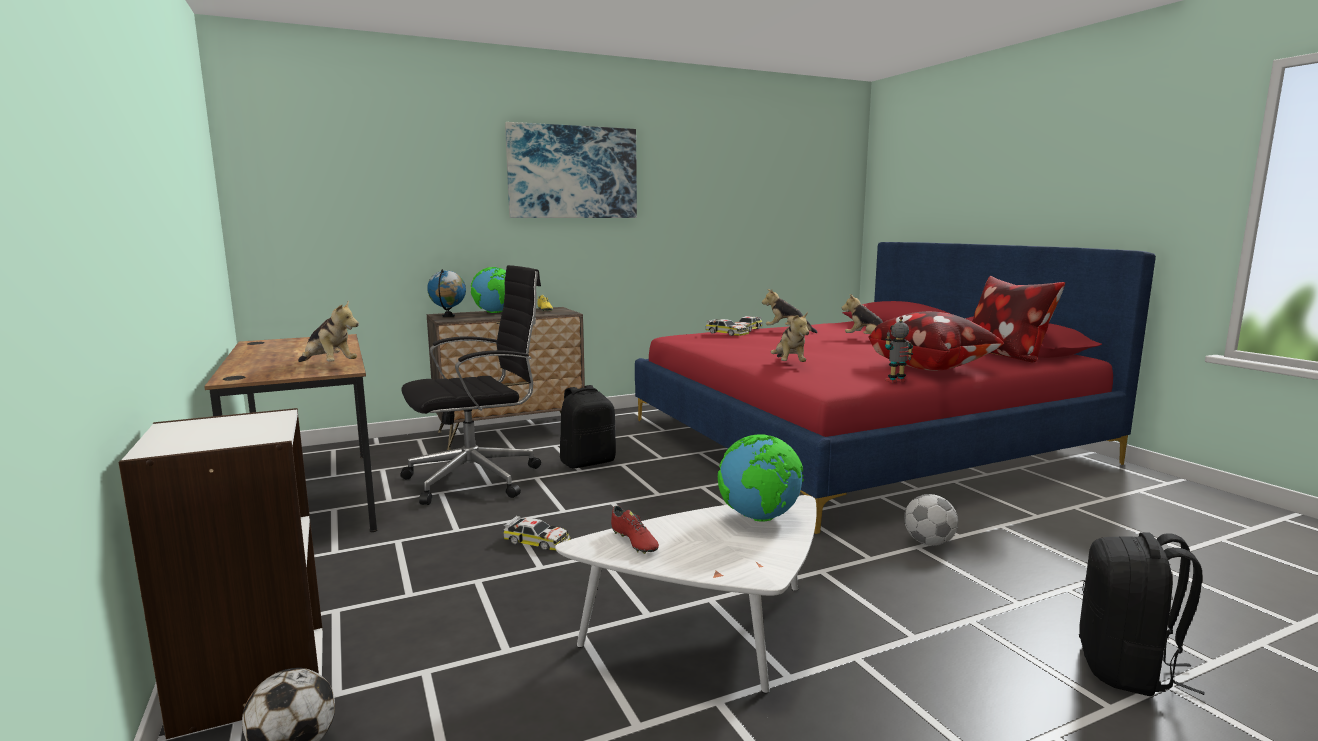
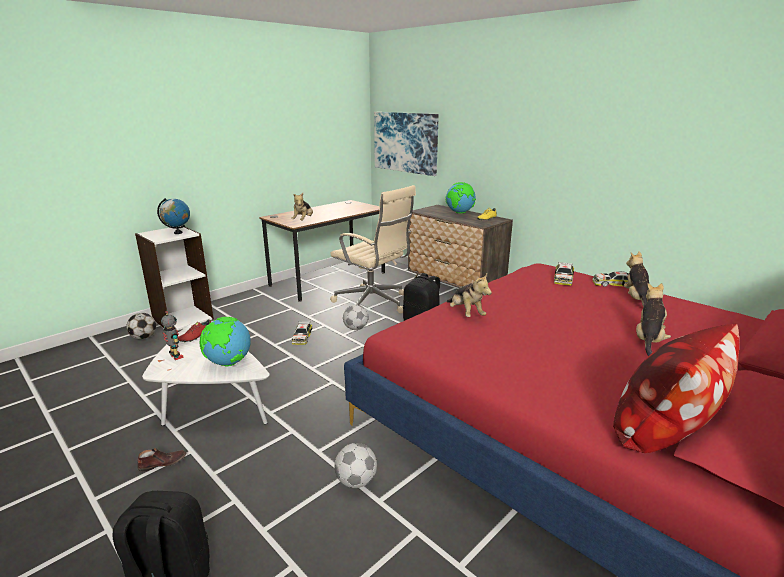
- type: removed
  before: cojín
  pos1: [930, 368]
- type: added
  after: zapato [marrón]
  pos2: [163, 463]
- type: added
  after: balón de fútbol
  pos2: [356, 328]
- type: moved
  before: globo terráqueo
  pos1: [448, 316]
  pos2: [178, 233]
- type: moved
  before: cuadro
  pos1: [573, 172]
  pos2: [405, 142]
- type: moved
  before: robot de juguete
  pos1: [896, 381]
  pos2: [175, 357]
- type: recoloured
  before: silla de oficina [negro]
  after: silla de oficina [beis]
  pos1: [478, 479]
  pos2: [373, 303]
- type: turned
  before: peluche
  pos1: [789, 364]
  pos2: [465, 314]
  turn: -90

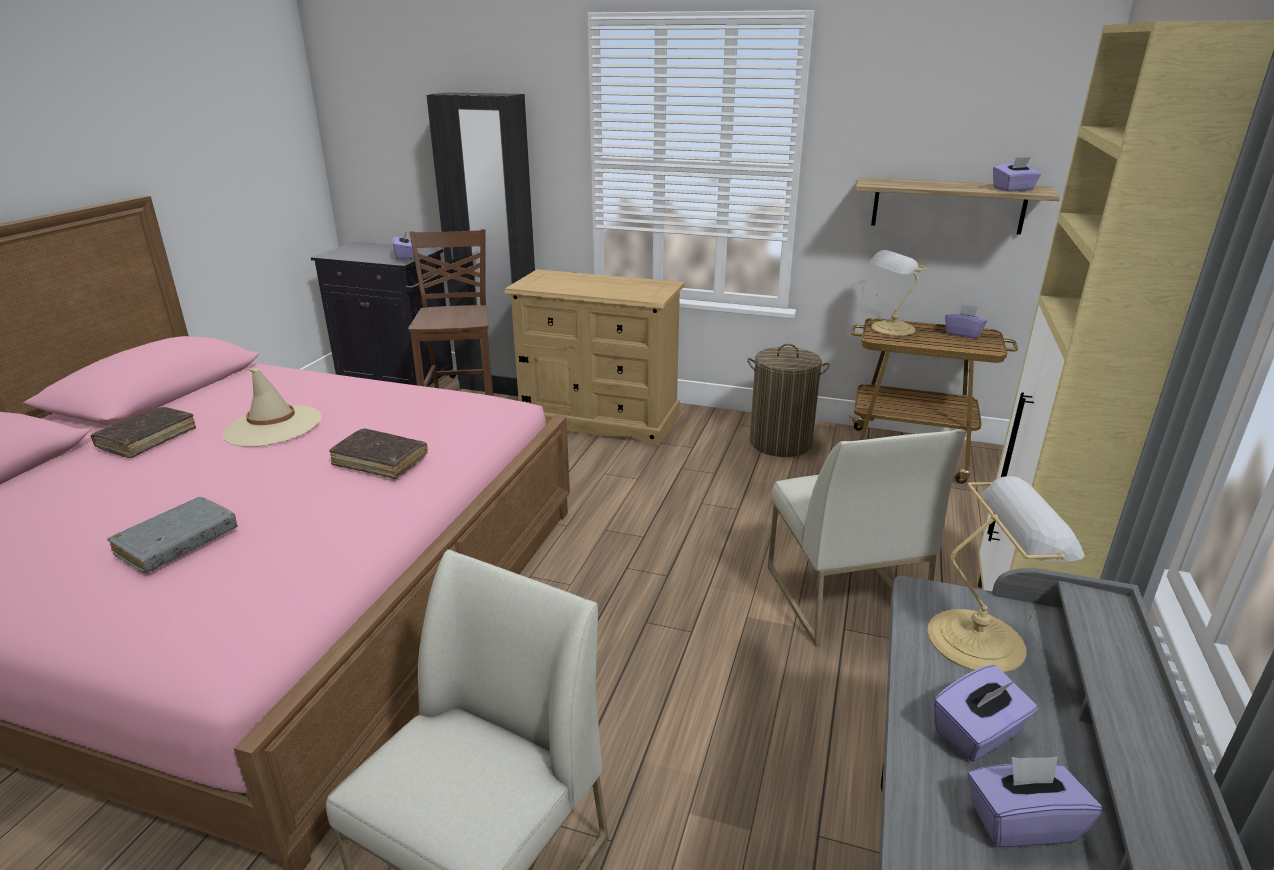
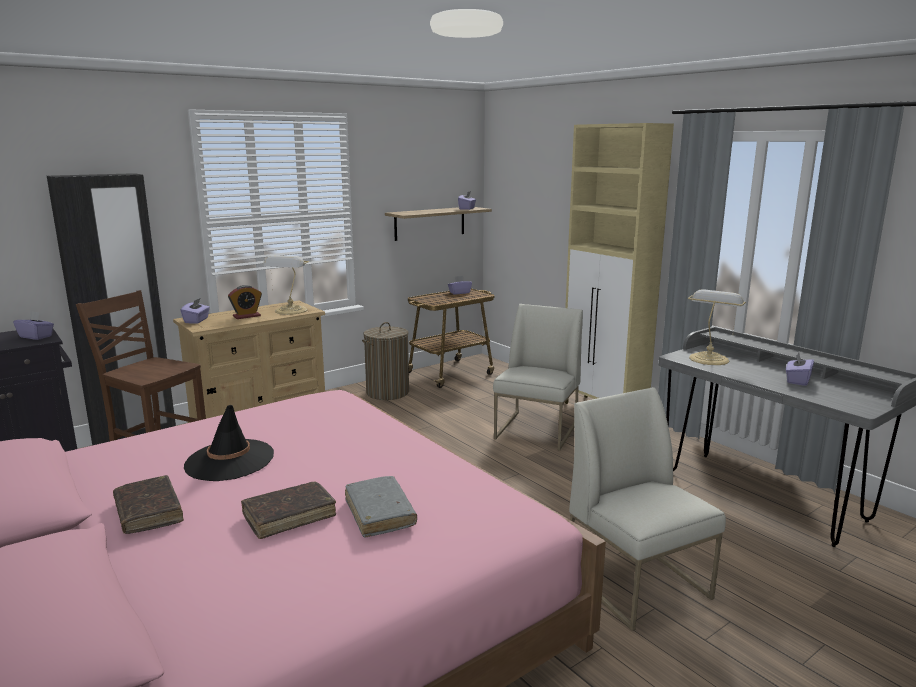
- type: added
  after: despertador
  pos2: [246, 316]
- type: moved
  before: libro [marrón]
  pos1: [380, 461]
  pos2: [289, 516]
- type: moved
  before: lámpara de mesa
  pos1: [891, 329]
  pos2: [290, 311]
- type: moved
  before: caja de pañuelos [morado]
  pos1: [978, 734]
  pos2: [197, 320]
- type: recoloured
  before: sombrero [beis]
  after: sombrero [negro]
  pos1: [273, 427]
  pos2: [229, 460]
- type: turned
  before: silla [blanco]
  pos1: [841, 596]
  pos2: [537, 431]
  turn: -90

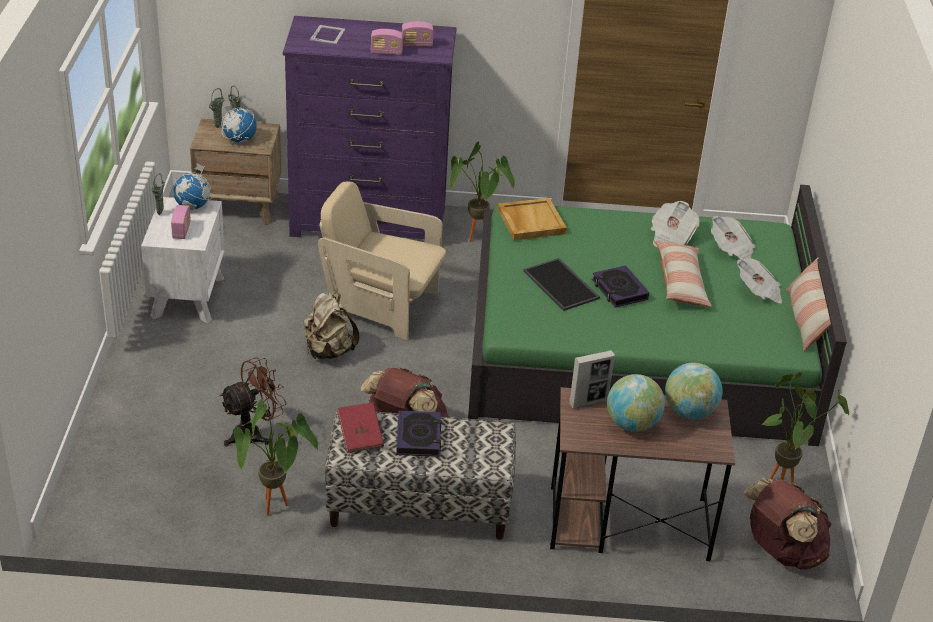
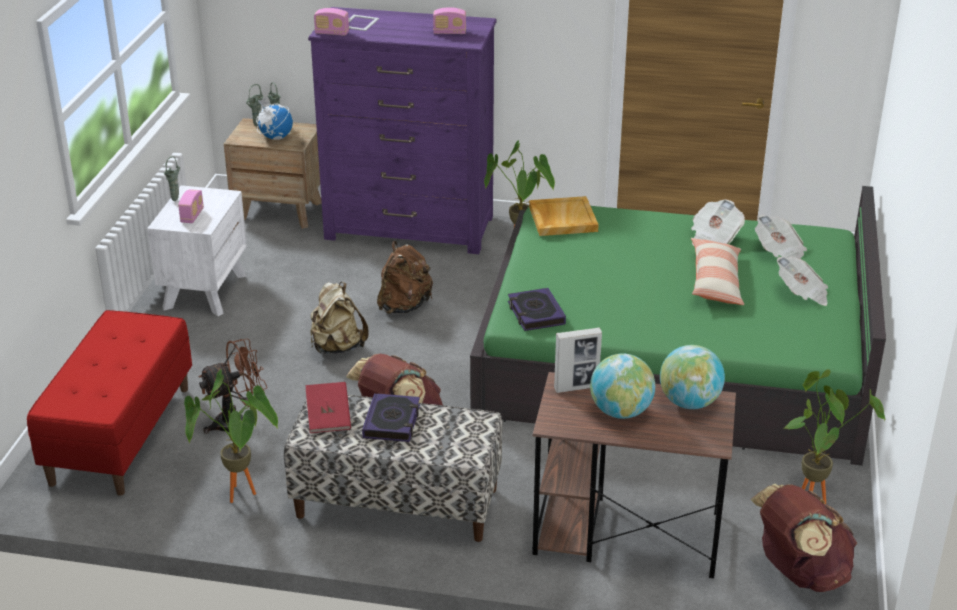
- type: removed
  before: globo terráqueo
  pos1: [193, 206]
- type: removed
  before: bandeja
  pos1: [562, 285]
- type: removed
  before: cojín
  pos1: [805, 320]
- type: added
  after: banco [rojo]
  pos2: [120, 434]
- type: moved
  before: radio
  pos1: [386, 52]
  pos2: [332, 33]
- type: moved
  before: libro
  pos1: [619, 290]
  pos2: [535, 314]
- type: replaced
  before: sillón [beis]
  after: mochila [marrón]
  pos1: [382, 305]
  pos2: [404, 306]

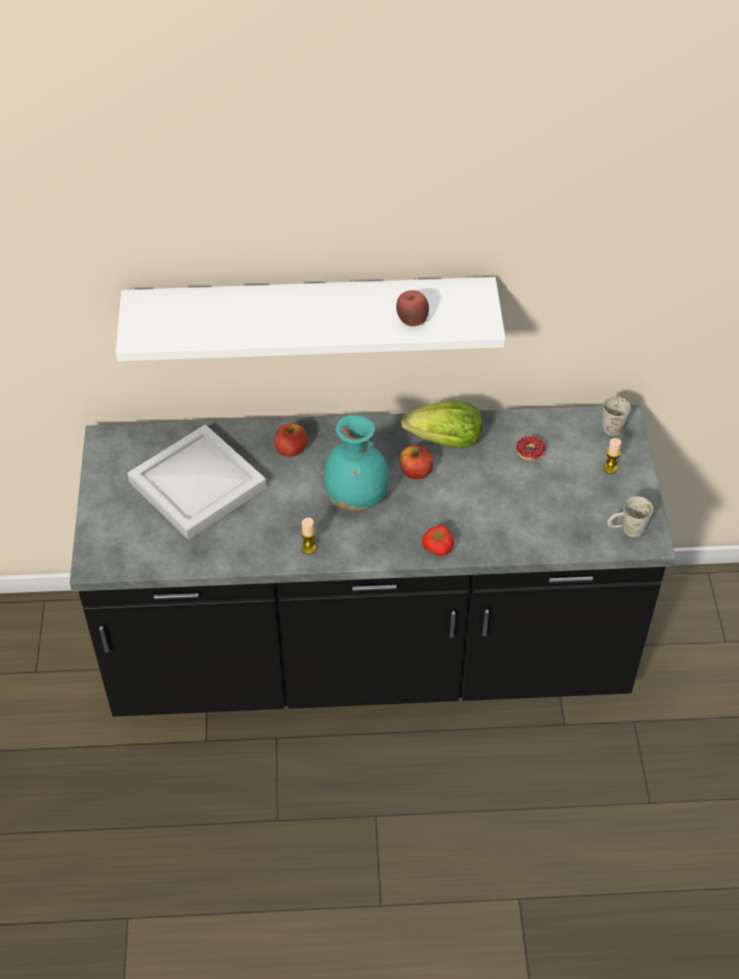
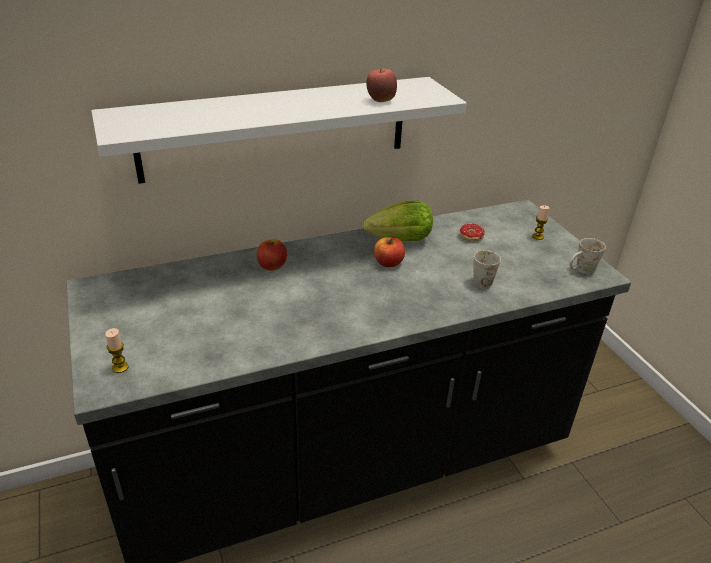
- type: removed
  before: bandeja [blanco]
  pos1: [195, 484]
- type: removed
  before: florero [turquesa]
  pos1: [357, 498]
- type: removed
  before: tomate
  pos1: [437, 547]
- type: moved
  before: vela
  pos1: [309, 548]
  pos2: [120, 367]
- type: moved
  before: taza grande [blanco]
  pos1: [613, 423]
  pos2: [481, 279]

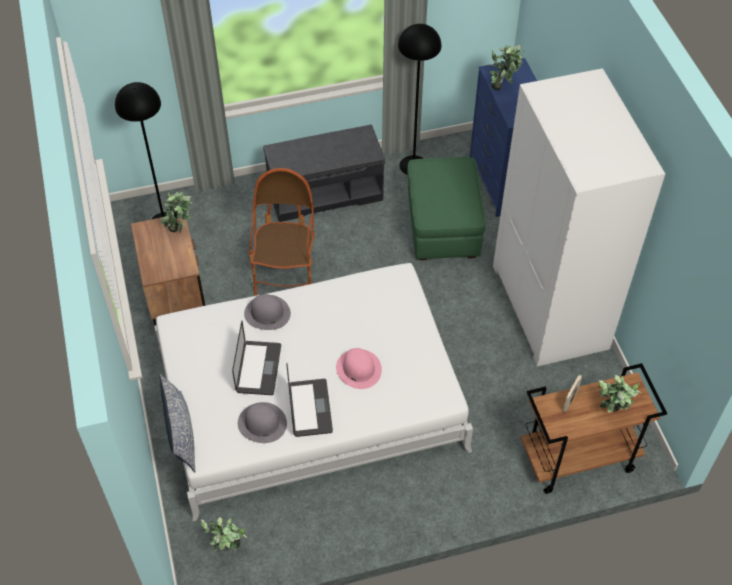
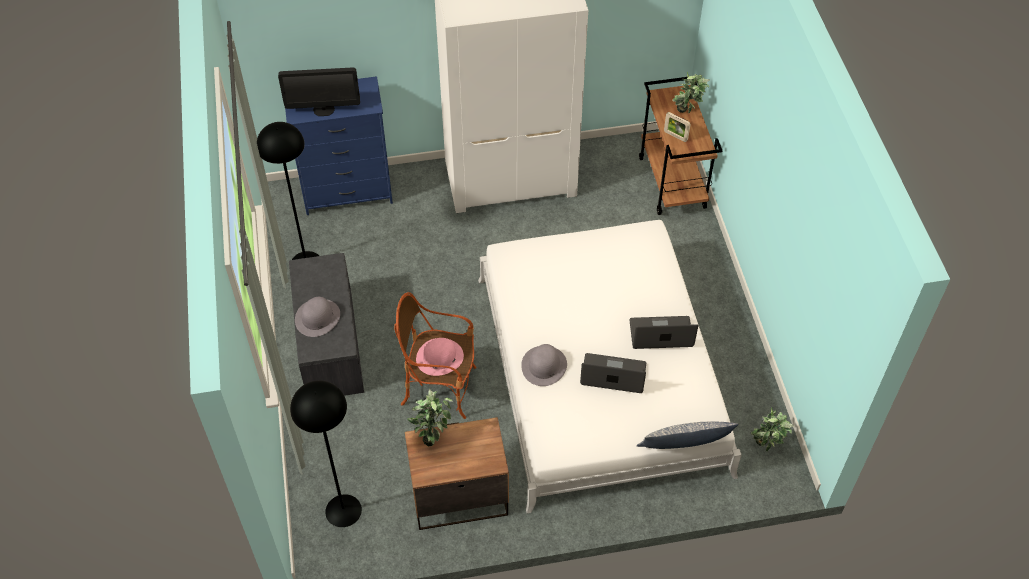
- type: removed
  before: puf [verde]
  pos1: [443, 227]
- type: moved
  before: sombrero [gris]
  pos1: [262, 423]
  pos2: [317, 318]
- type: moved
  before: sombrero [rosa]
  pos1: [358, 368]
  pos2: [439, 357]
- type: replaced
  before: planta en maceta
  after: monitor
  pos1: [503, 87]
  pos2: [323, 109]

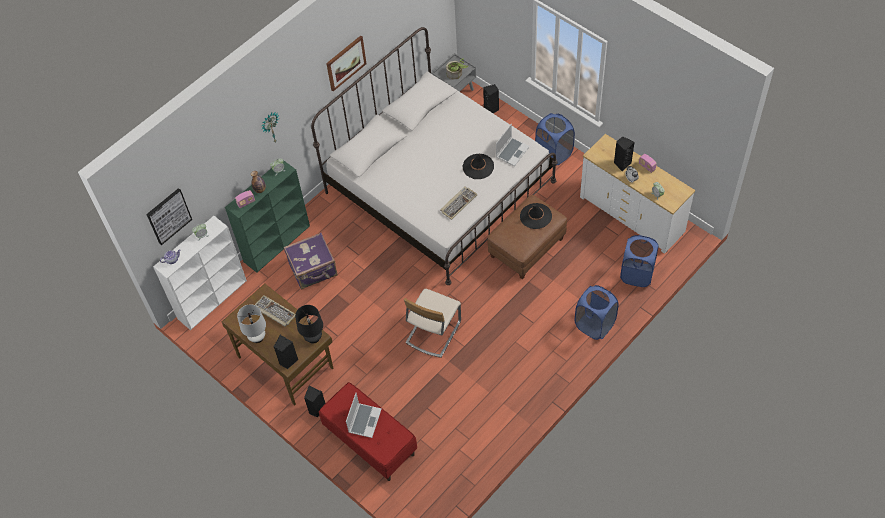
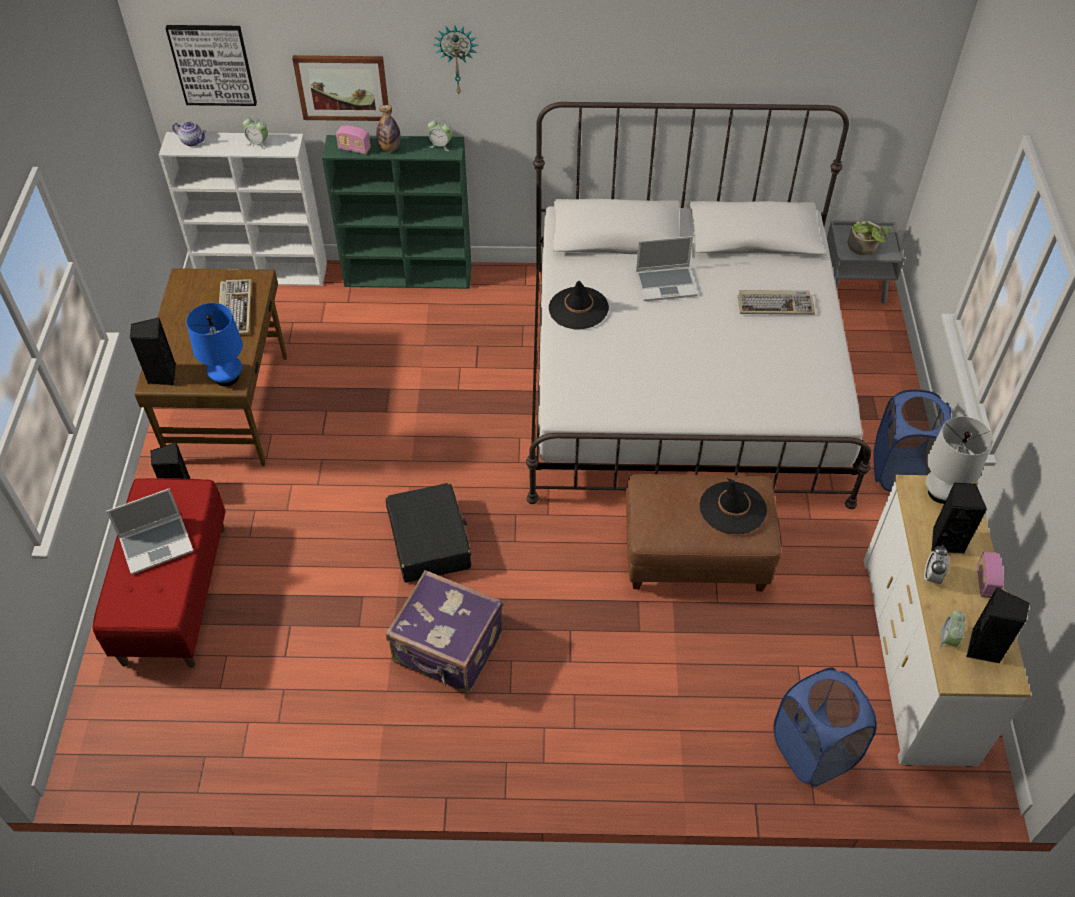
- type: removed
  before: cesto de la ropa [azul]
  pos1: [594, 325]
- type: moved
  before: lámpara de mesa [blanco]
  pos1: [257, 337]
  pos2: [941, 492]
- type: moved
  before: maleta [morado]
  pos1: [313, 270]
  pos2: [448, 650]
- type: moved
  before: cuadro
  pos1: [345, 62]
  pos2: [342, 87]
- type: moved
  before: teclado
  pos1: [458, 203]
  pos2: [775, 304]
- type: moved
  before: sombrero [negro]
  pos1: [478, 166]
  pos2: [578, 308]
- type: moved
  before: altavoz [negro]
  pos1: [491, 109]
  pos2: [984, 648]
- type: moved
  before: portátil
  pos1: [512, 152]
  pos2: [666, 284]
- type: replaced
  before: silla [beis]
  after: maleta [negro]
  pos1: [433, 332]
  pos2: [429, 540]
- type: recoloured
  before: lámpara de mesa [negro]
  after: lámpara de mesa [azul]
  pos1: [313, 337]
  pos2: [227, 377]

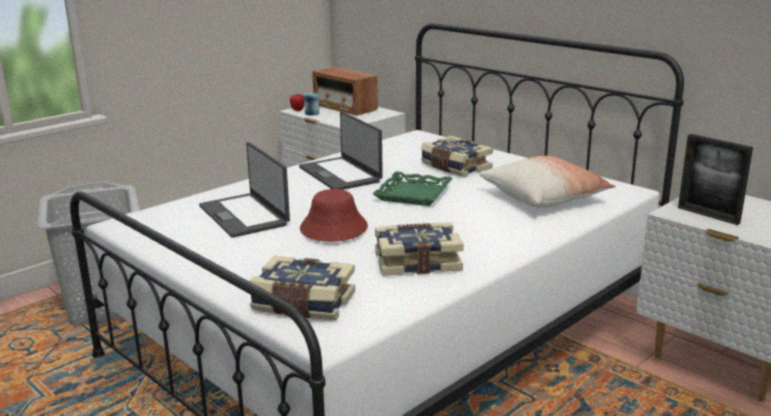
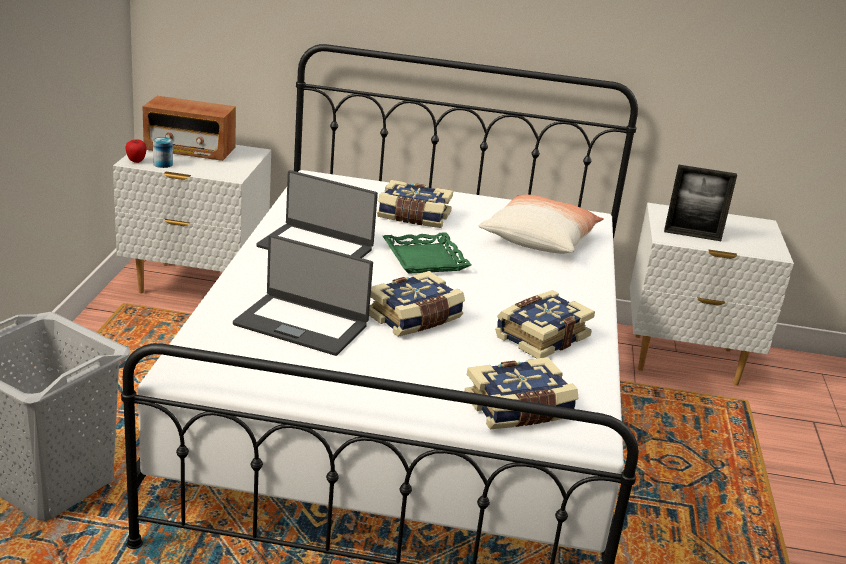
- type: replaced
  before: sombrero [rojo]
  after: libro
  pos1: [333, 228]
  pos2: [414, 318]

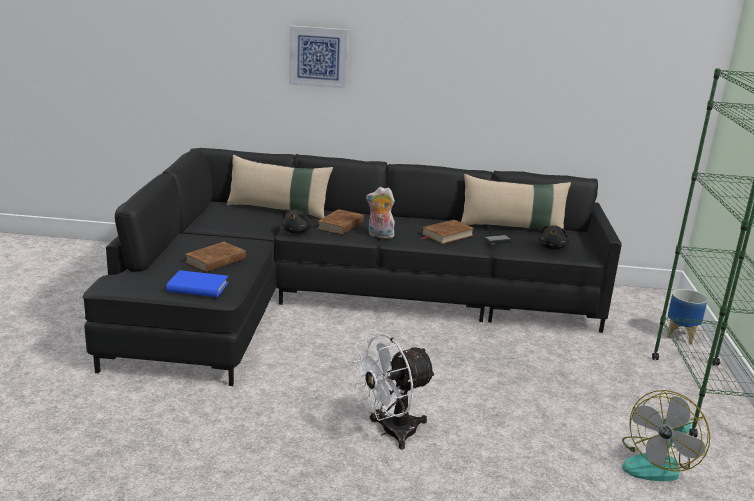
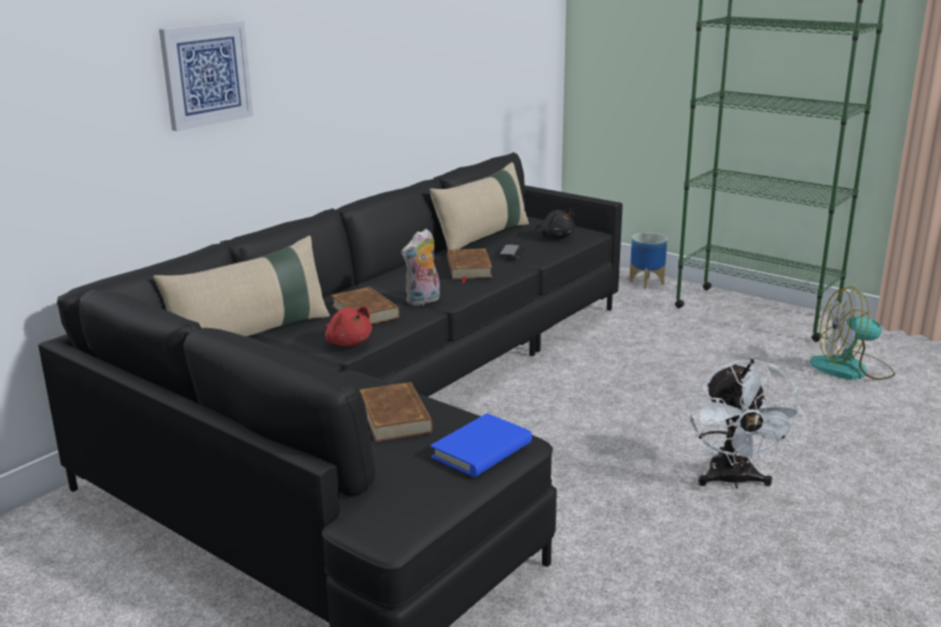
- type: recoloured
  before: peluche [negro]
  after: peluche [rojo]
  pos1: [297, 231]
  pos2: [348, 342]
- type: turned
  before: ventilador
  pos1: [657, 463]
  pos2: [852, 369]
  turn: 105

